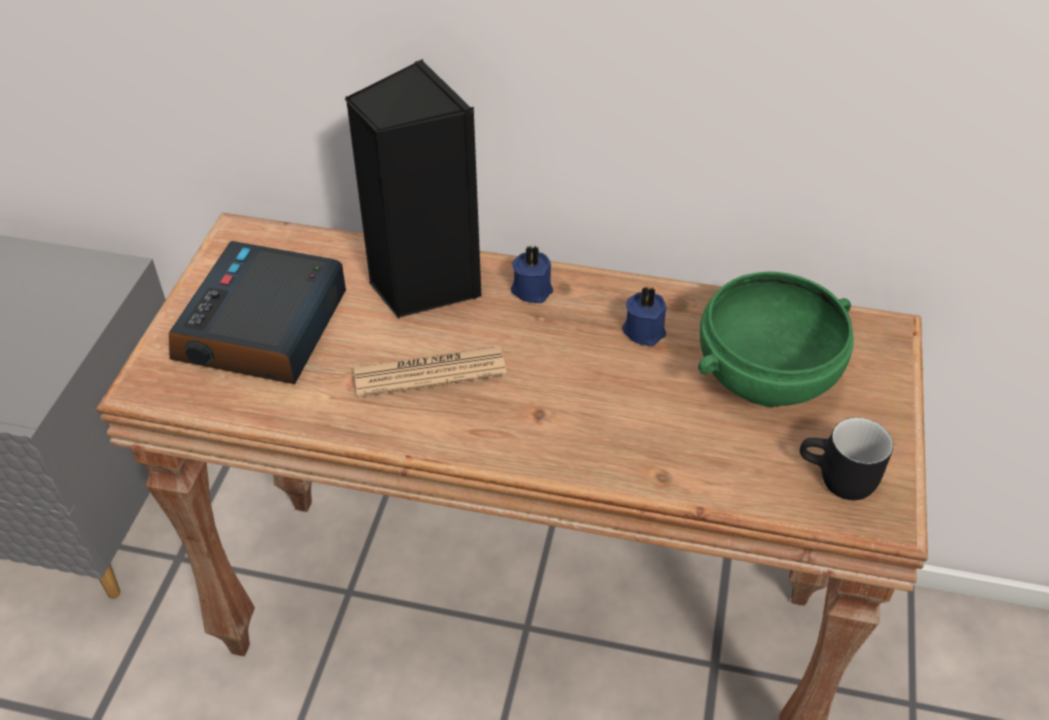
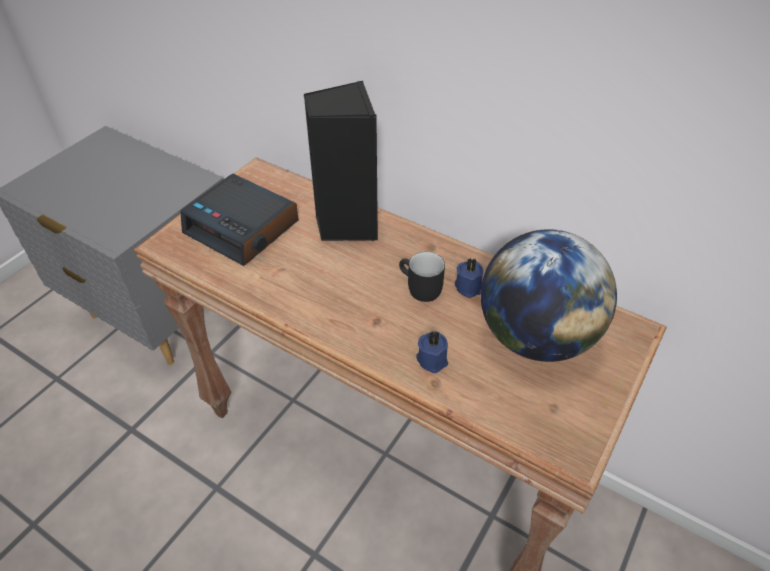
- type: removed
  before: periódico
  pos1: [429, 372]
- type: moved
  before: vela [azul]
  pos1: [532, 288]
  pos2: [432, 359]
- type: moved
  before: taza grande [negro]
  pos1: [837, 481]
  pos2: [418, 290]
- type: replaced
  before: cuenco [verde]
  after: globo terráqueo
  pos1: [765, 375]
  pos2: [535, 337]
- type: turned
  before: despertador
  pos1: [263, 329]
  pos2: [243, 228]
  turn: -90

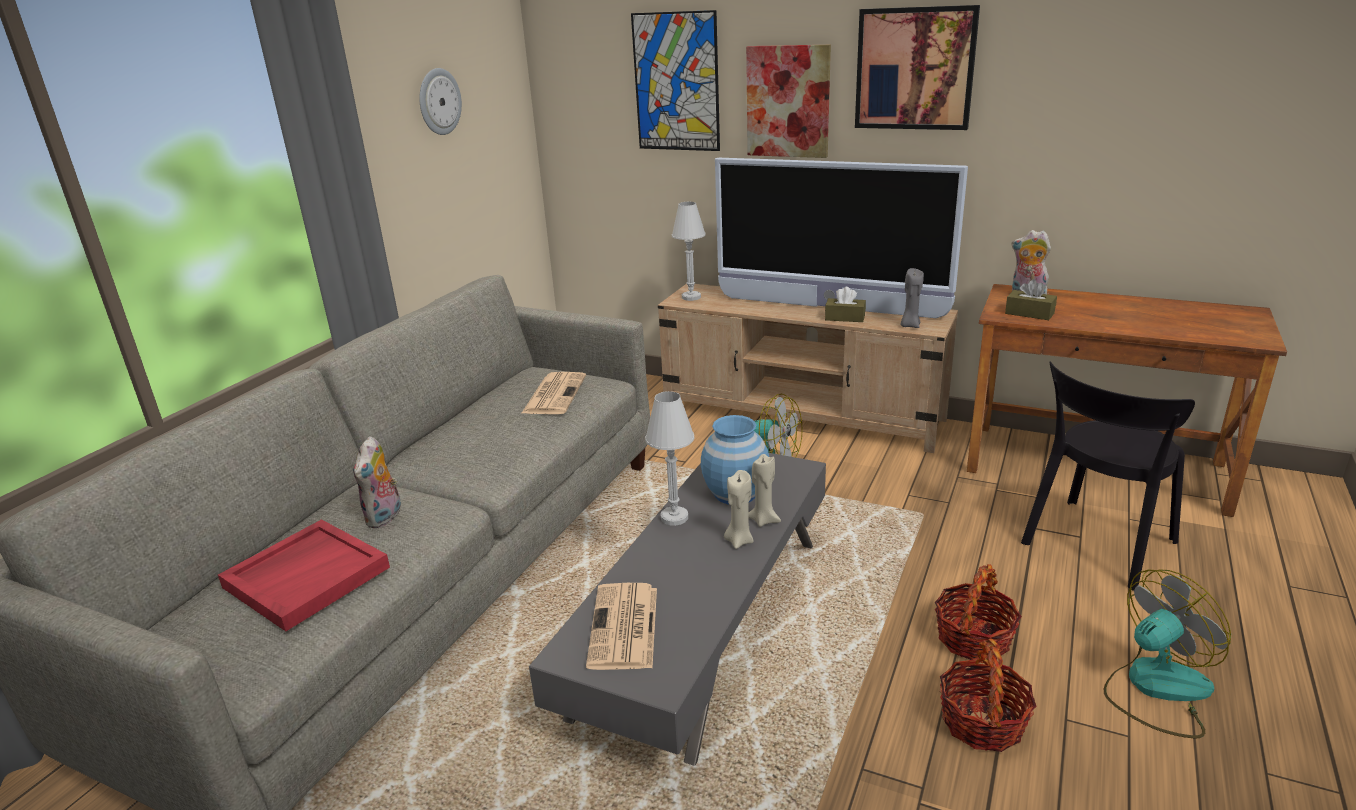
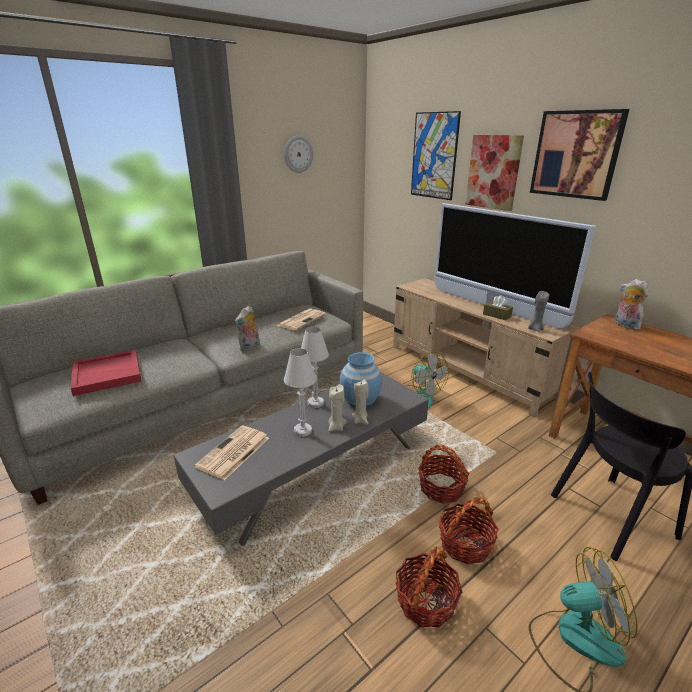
- type: removed
  before: caja de pañuelos [marrón]
  pos1: [1029, 313]
- type: added
  after: cesta
  pos2: [441, 488]
- type: moved
  before: peluche
  pos1: [385, 517]
  pos2: [250, 348]
- type: moved
  before: lámpara de mesa [blanco]
  pos1: [691, 297]
  pos2: [303, 431]

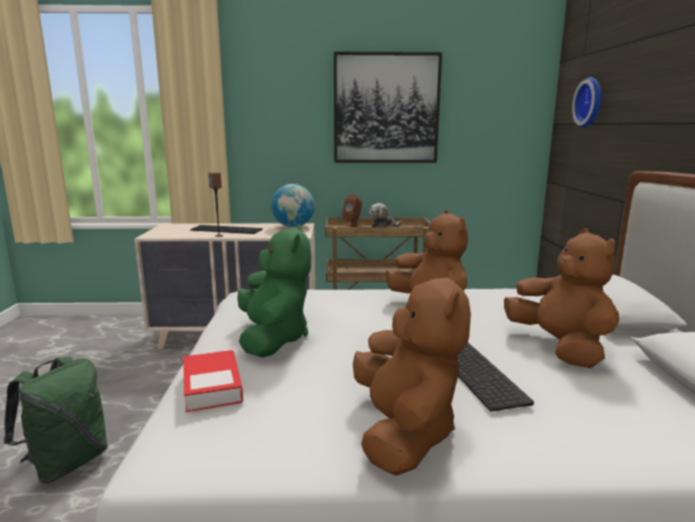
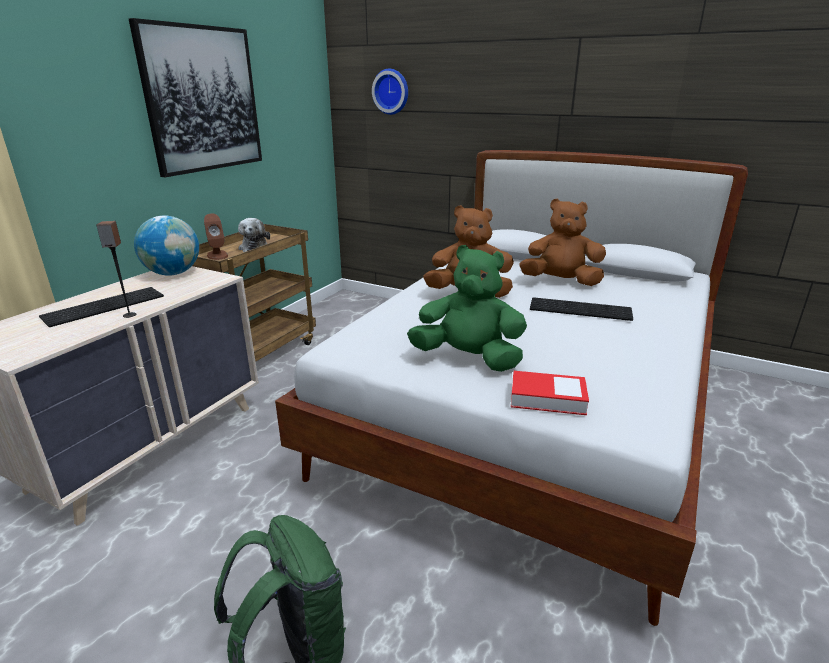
- type: removed
  before: peluche [marrón]
  pos1: [404, 433]

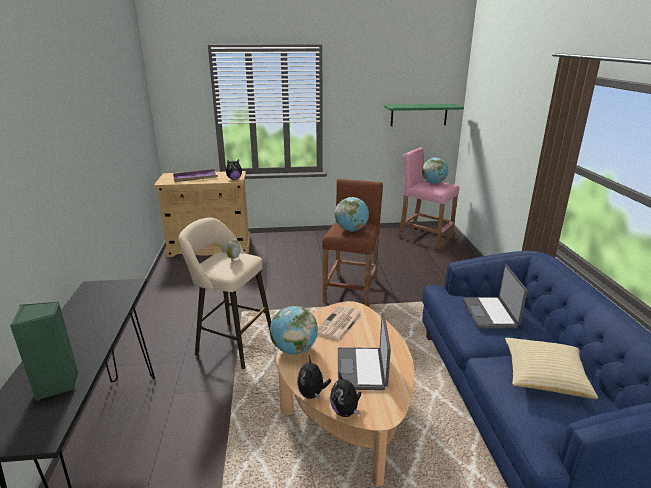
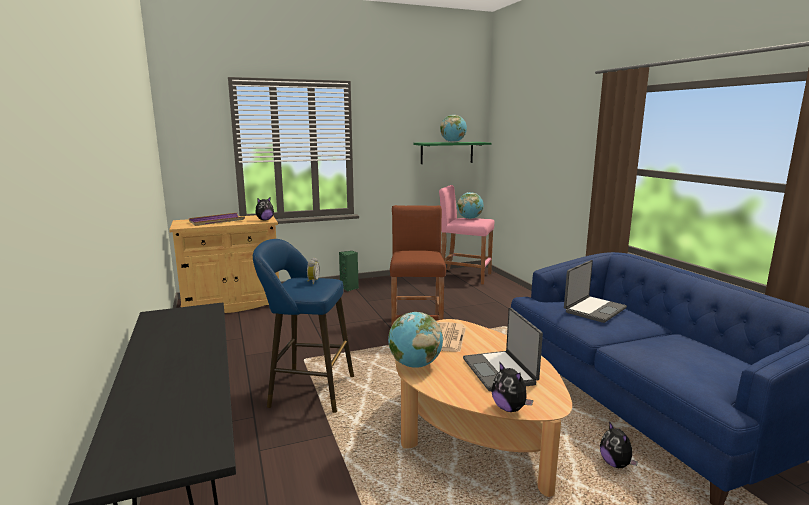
- type: removed
  before: cojín
  pos1: [544, 378]
- type: moved
  before: altavoz [verde]
  pos1: [58, 385]
  pos2: [349, 288]
- type: moved
  before: peluche
  pos1: [312, 394]
  pos2: [616, 464]
- type: moved
  before: globo terráqueo
  pos1: [351, 230]
  pos2: [453, 142]
- type: recoloured
  before: taburete [beis]
  after: taburete [azul]
  pos1: [231, 344]
  pos2: [307, 391]
- type: turned
  before: portátil
  pos1: [490, 313]
  pos2: [594, 310]
  turn: -120

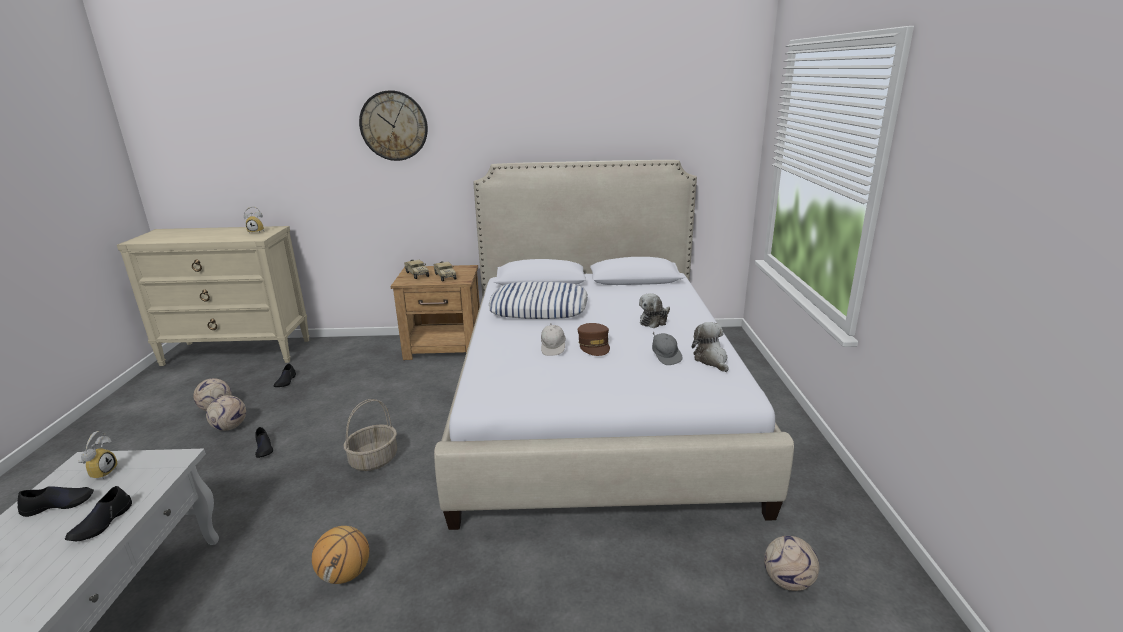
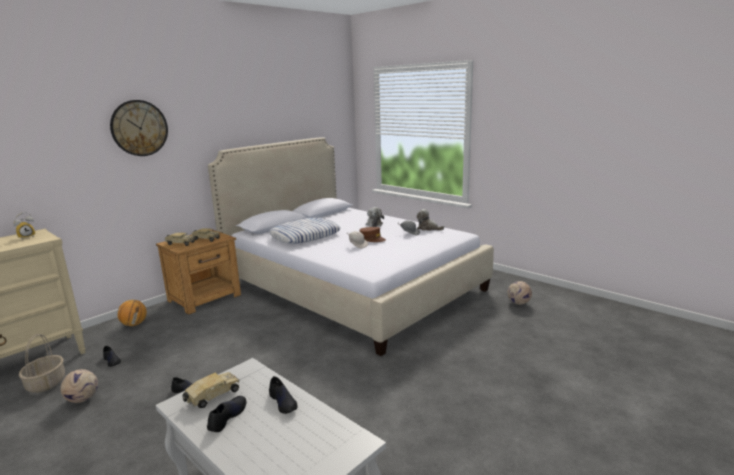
- type: removed
  before: balón de fútbol
  pos1: [230, 427]
- type: moved
  before: balón de baloncesto
  pos1: [345, 574]
  pos2: [134, 324]
- type: moved
  before: cesta
  pos1: [374, 459]
  pos2: [46, 383]
- type: replaced
  before: despertador
  after: camión de juguete
  pos1: [101, 473]
  pos2: [212, 396]

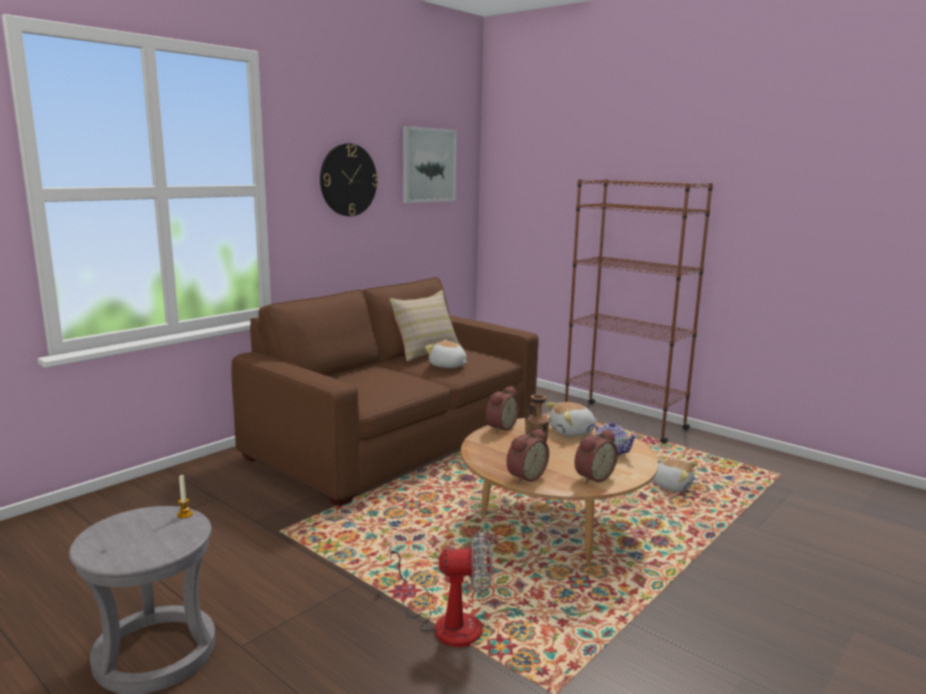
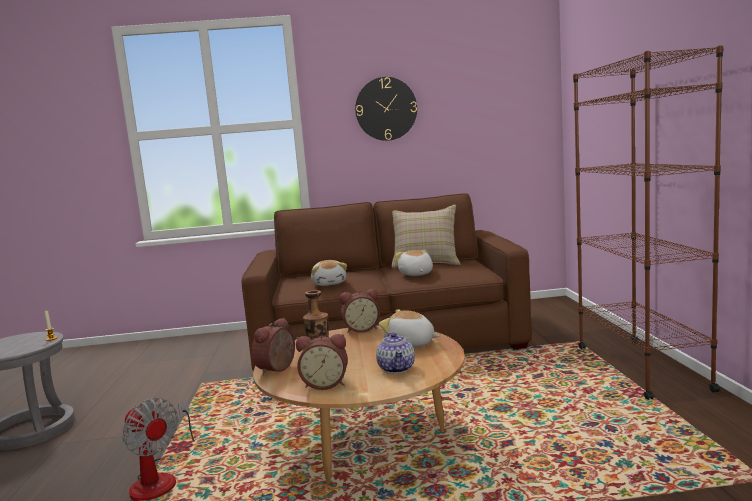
- type: removed
  before: cuadro
  pos1: [428, 165]
- type: moved
  before: peluche
  pos1: [671, 486]
  pos2: [329, 283]
- type: turned
  before: despertador
  pos1: [524, 476]
  pos2: [278, 369]
  turn: 120

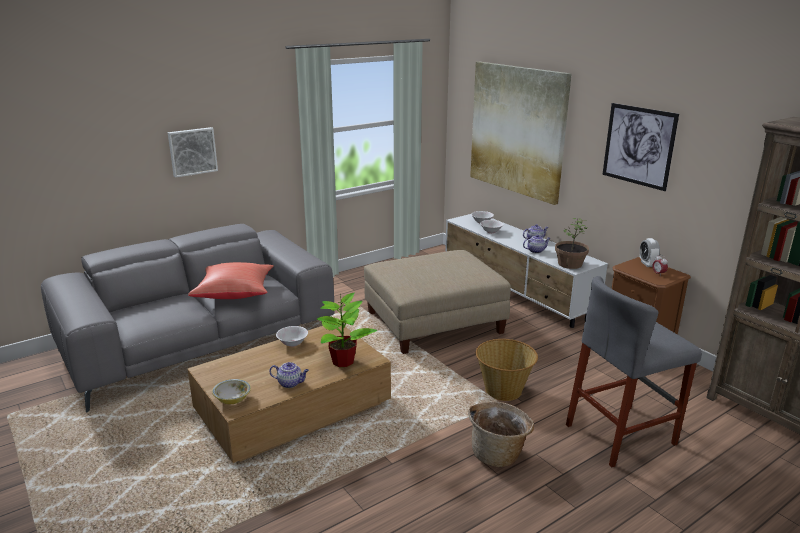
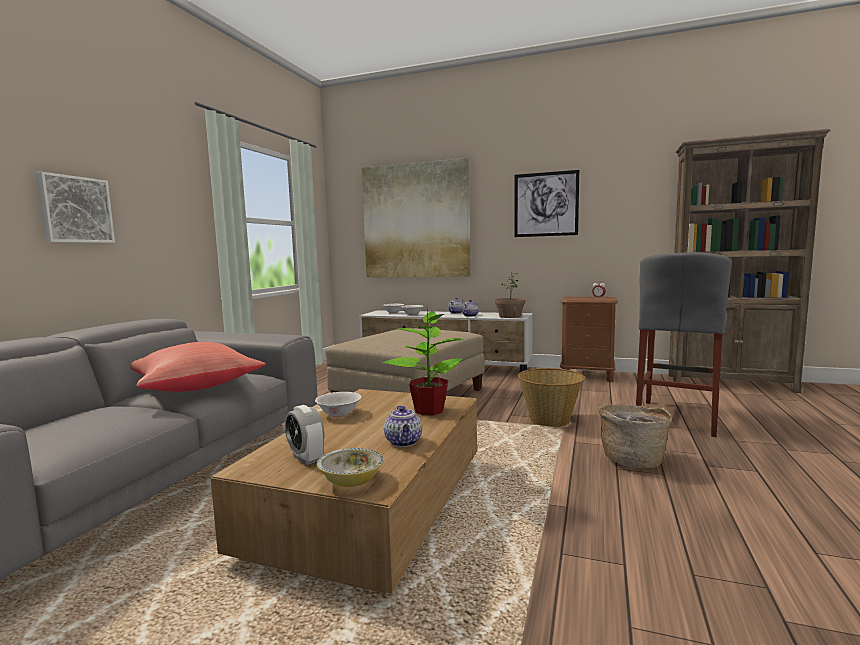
- type: moved
  before: despertador
  pos1: [647, 264]
  pos2: [306, 458]
- type: turned
  before: tetera
  pos1: [290, 383]
  pos2: [404, 442]
  turn: 105

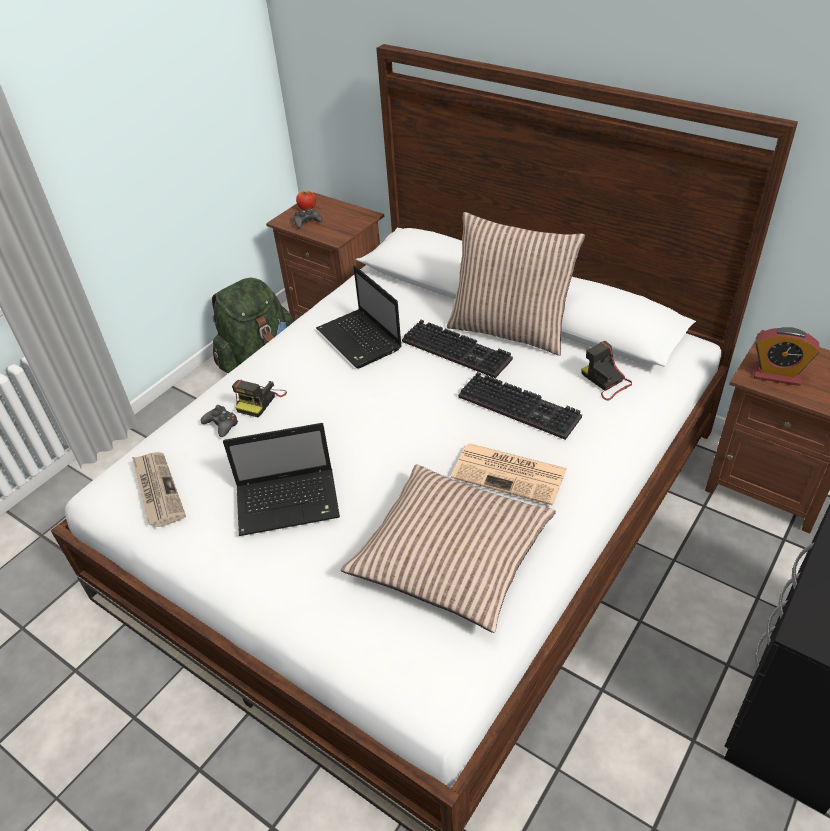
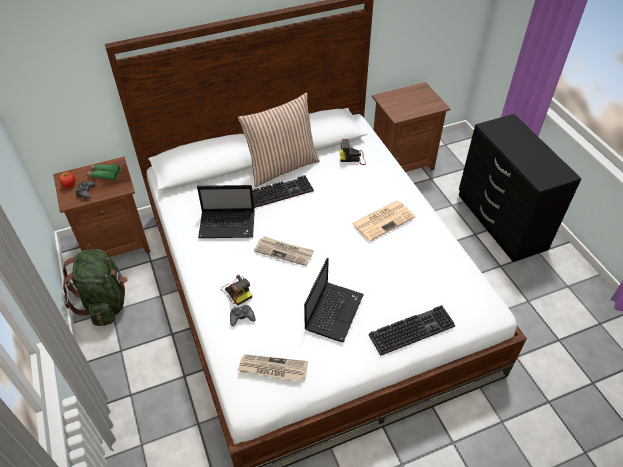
- type: removed
  before: cojín
  pos1: [451, 555]
- type: removed
  before: despertador
  pos1: [776, 375]
- type: added
  after: prismáticos [verde]
  pos2: [104, 174]
- type: added
  after: periódico
  pos2: [284, 252]
- type: moved
  before: teclado
  pos1: [522, 406]
  pos2: [412, 329]

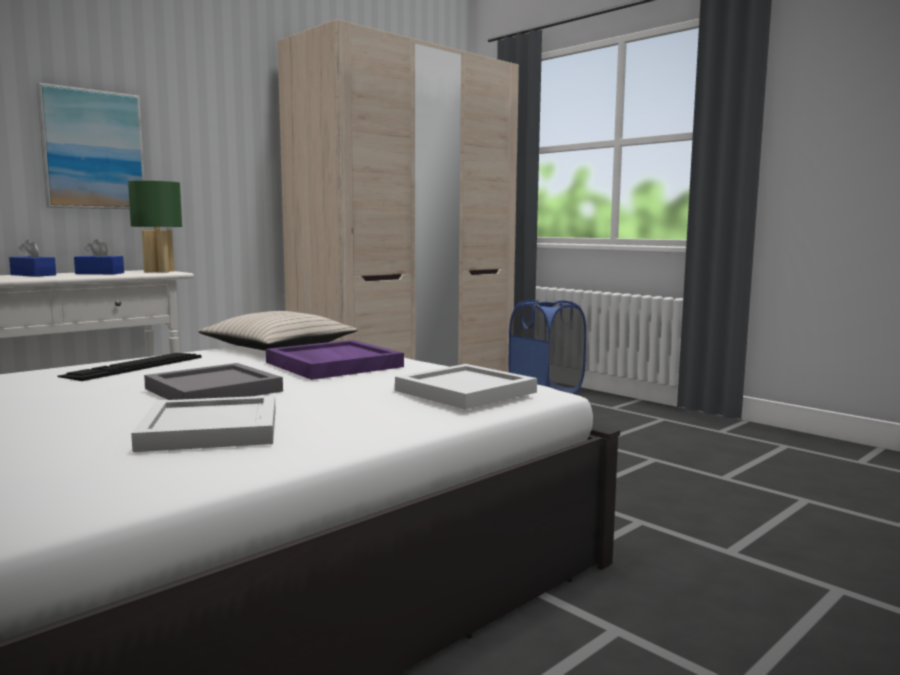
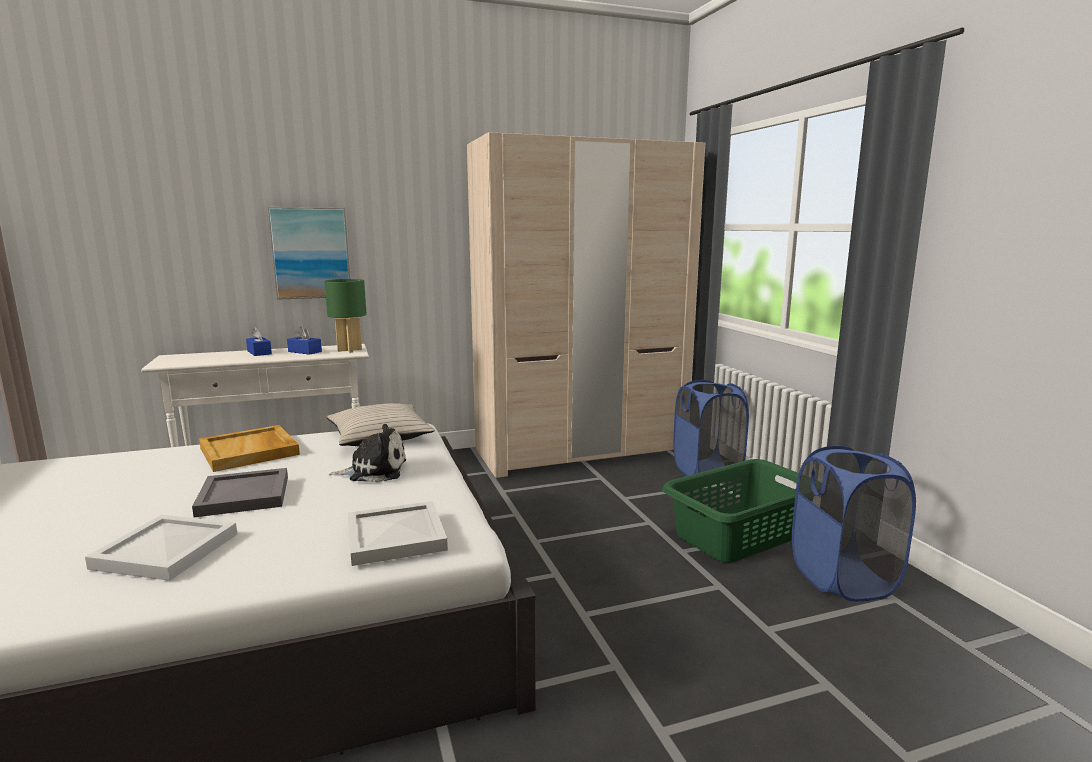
- type: added
  after: cesto de la ropa [verde]
  pos2: [741, 535]
- type: added
  after: cesto de la ropa [azul]
  pos2: [843, 578]
- type: replaced
  before: teclado
  after: bandeja [beis]
  pos1: [134, 366]
  pos2: [250, 451]
- type: replaced
  before: bandeja [morado]
  after: peluche
  pos1: [332, 364]
  pos2: [374, 471]

